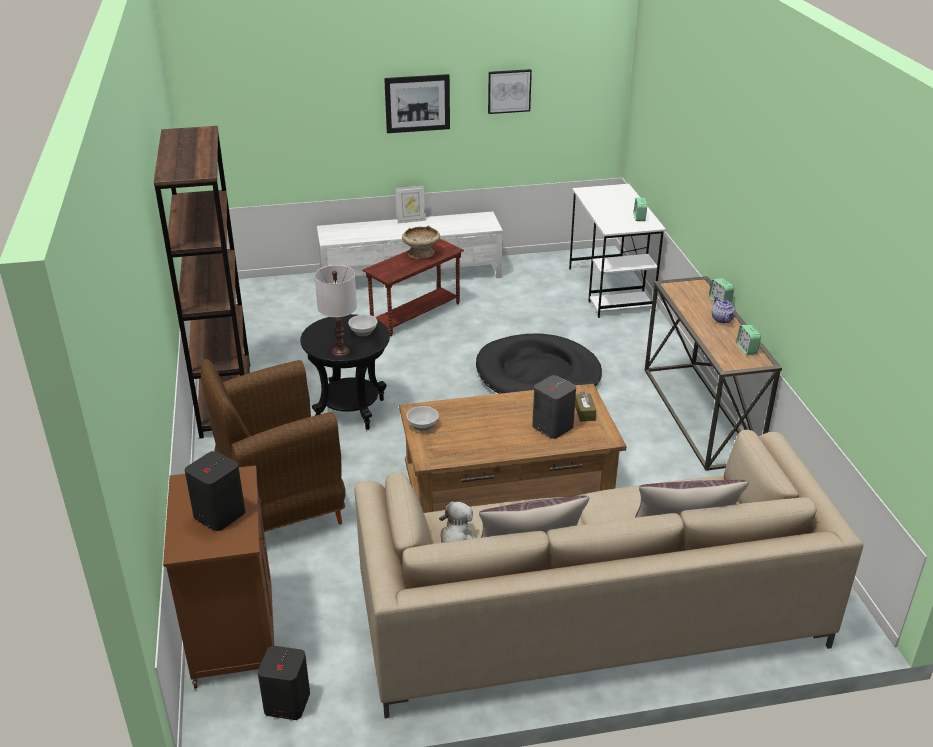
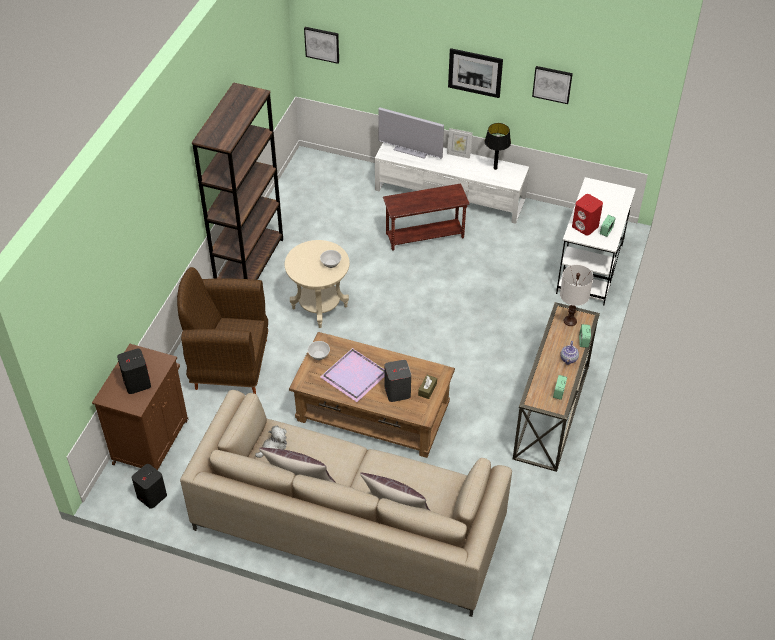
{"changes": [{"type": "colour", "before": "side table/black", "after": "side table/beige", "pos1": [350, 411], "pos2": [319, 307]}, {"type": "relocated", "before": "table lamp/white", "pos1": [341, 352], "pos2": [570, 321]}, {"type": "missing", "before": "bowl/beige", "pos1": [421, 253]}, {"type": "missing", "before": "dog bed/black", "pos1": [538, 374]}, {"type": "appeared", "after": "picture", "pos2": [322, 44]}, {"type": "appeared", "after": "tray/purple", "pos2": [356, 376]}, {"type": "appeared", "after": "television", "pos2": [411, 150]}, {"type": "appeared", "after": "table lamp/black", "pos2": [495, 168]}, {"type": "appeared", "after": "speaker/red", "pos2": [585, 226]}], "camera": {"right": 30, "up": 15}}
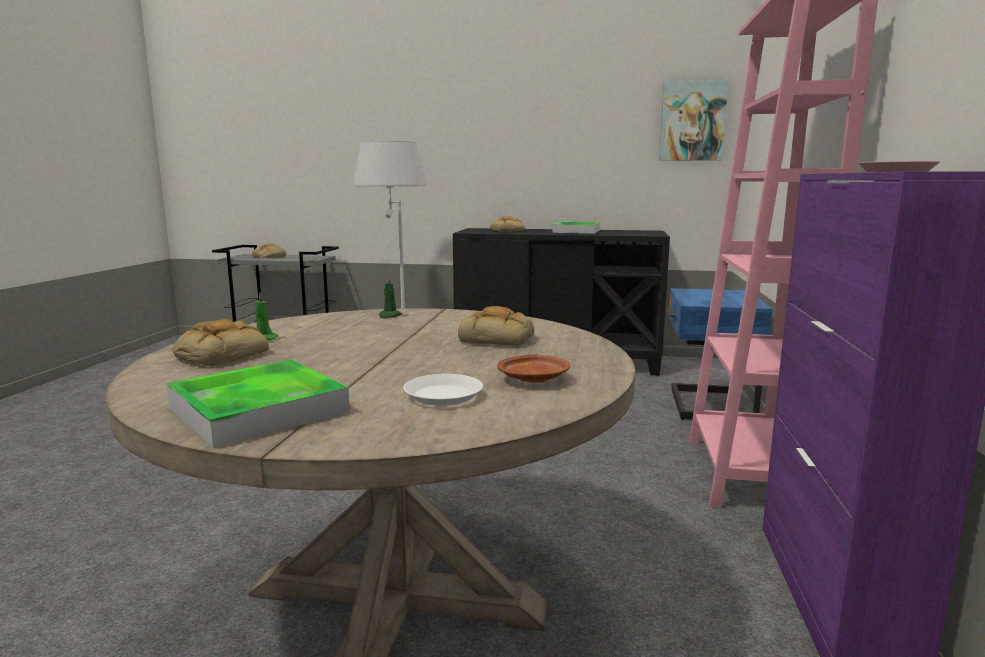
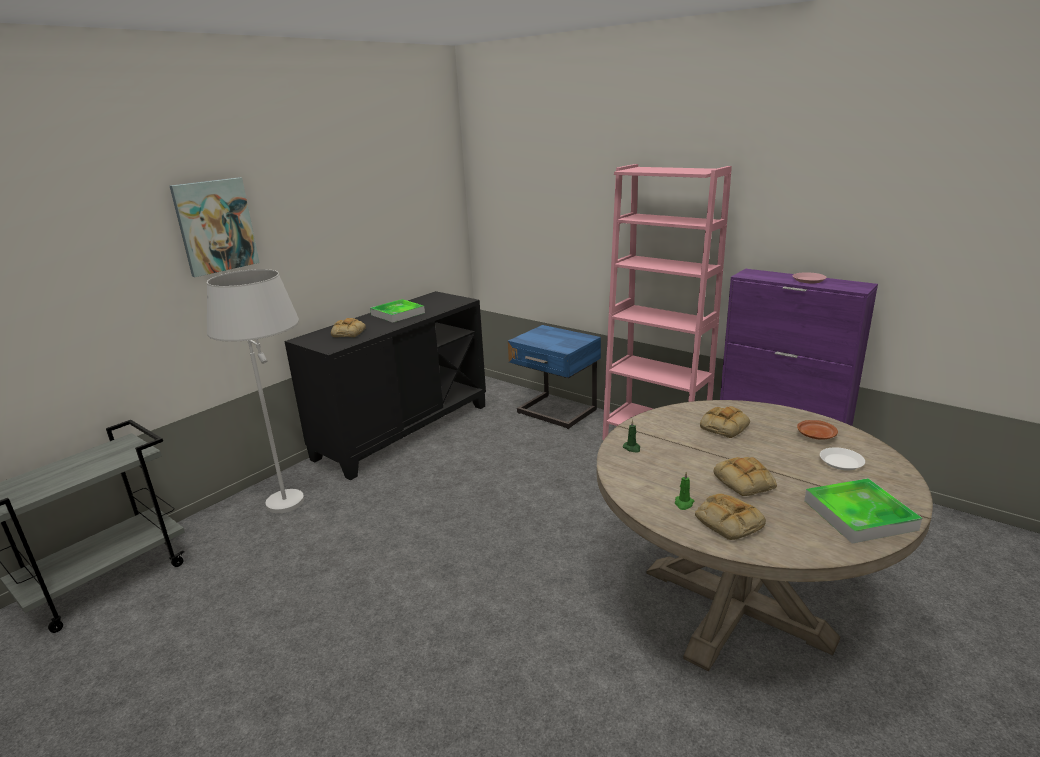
{"changes": [{"type": "relocated", "before": "bread", "pos1": [269, 257], "pos2": [745, 482]}, {"type": "relocated", "before": "picture", "pos1": [692, 121], "pos2": [215, 226]}], "camera": {"right": -60, "up": 10}}
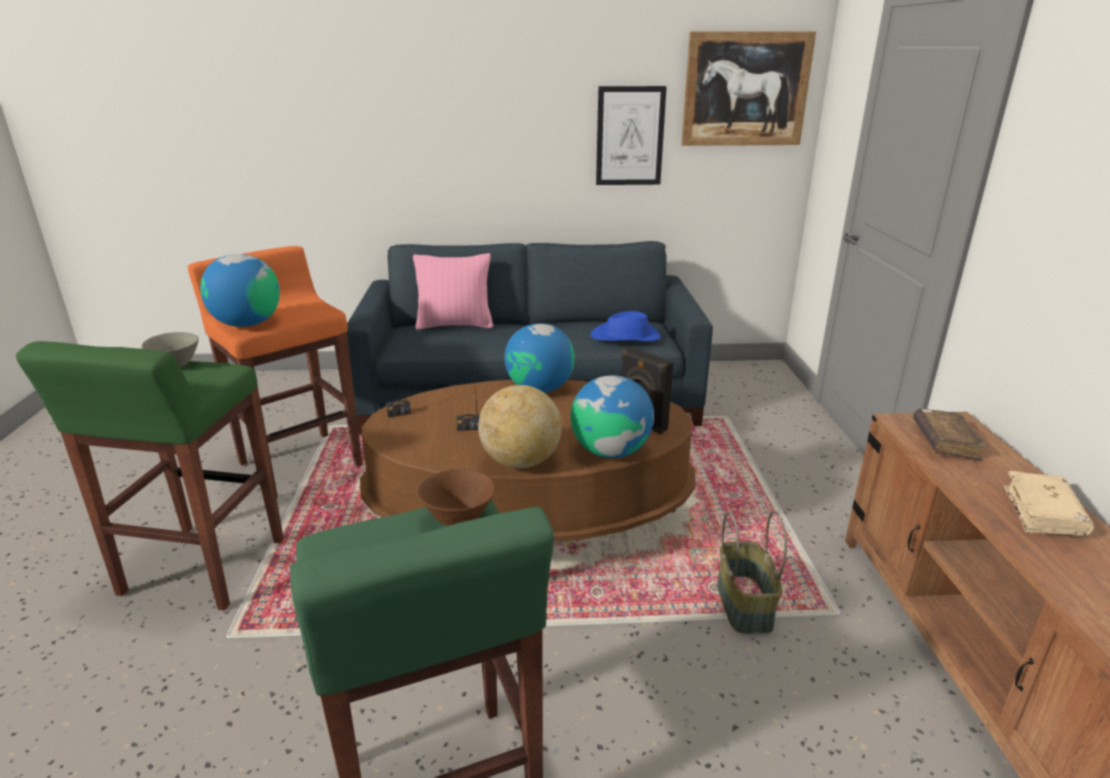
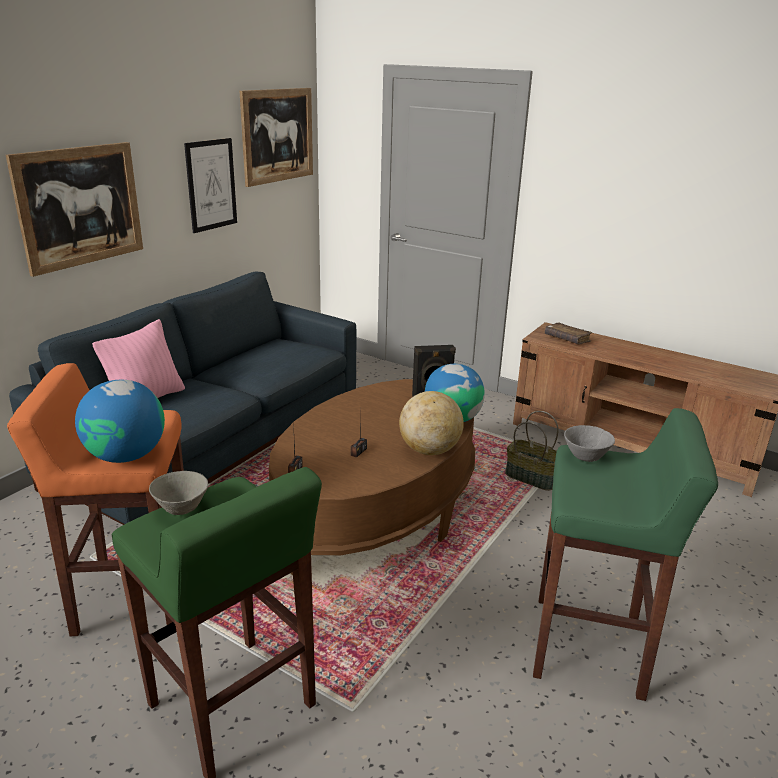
{"changes": [{"type": "colour", "before": "bowl/brown", "after": "bowl/grey", "pos1": [458, 520], "pos2": [585, 458]}, {"type": "missing", "before": "globe", "pos1": [540, 388]}, {"type": "missing", "before": "hat/blue", "pos1": [626, 337]}, {"type": "missing", "before": "book/beige", "pos1": [1043, 513]}, {"type": "appeared", "after": "picture", "pos2": [80, 206]}], "camera": {"right": -55, "up": 0}}
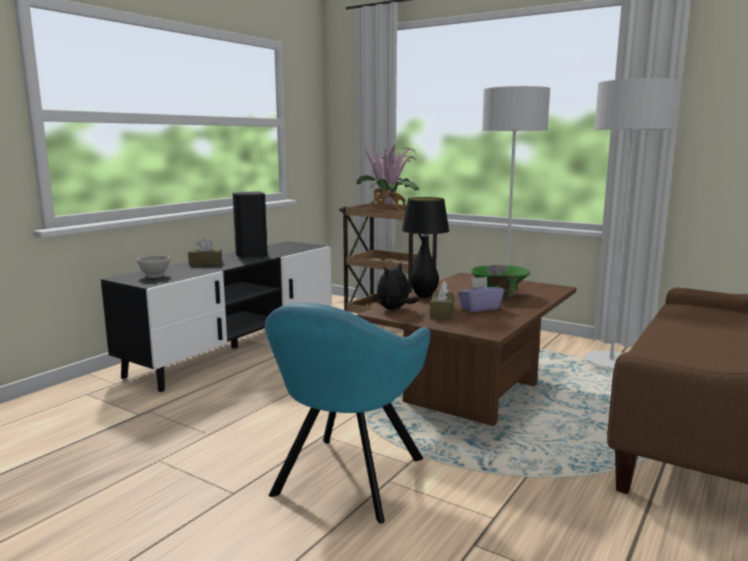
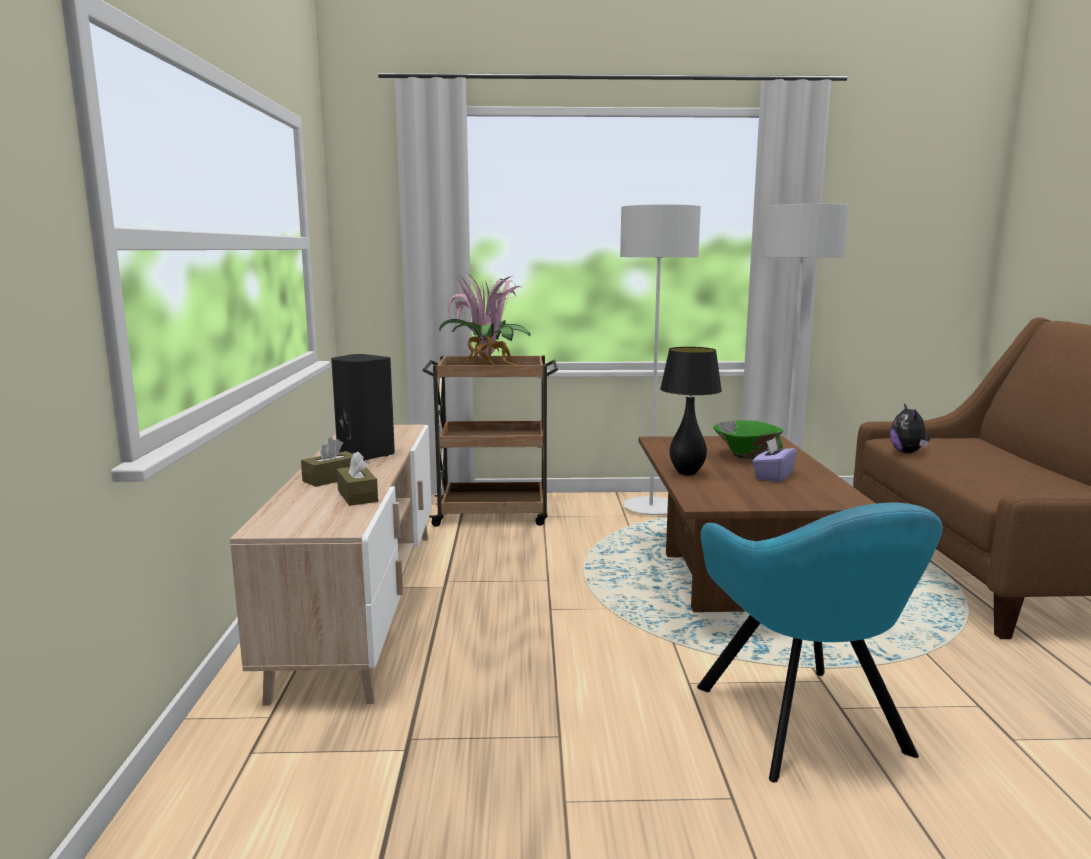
{"changes": [{"type": "colour", "before": "tv stand/black", "after": "tv stand/beige", "pos1": [236, 348], "pos2": [363, 603]}, {"type": "missing", "before": "bowl/white", "pos1": [154, 276]}, {"type": "relocated", "before": "plush toy", "pos1": [394, 309], "pos2": [908, 453]}, {"type": "relocated", "before": "tissue box/brown", "pos1": [441, 313], "pos2": [357, 496]}], "camera": {"right": -35, "up": 0}}
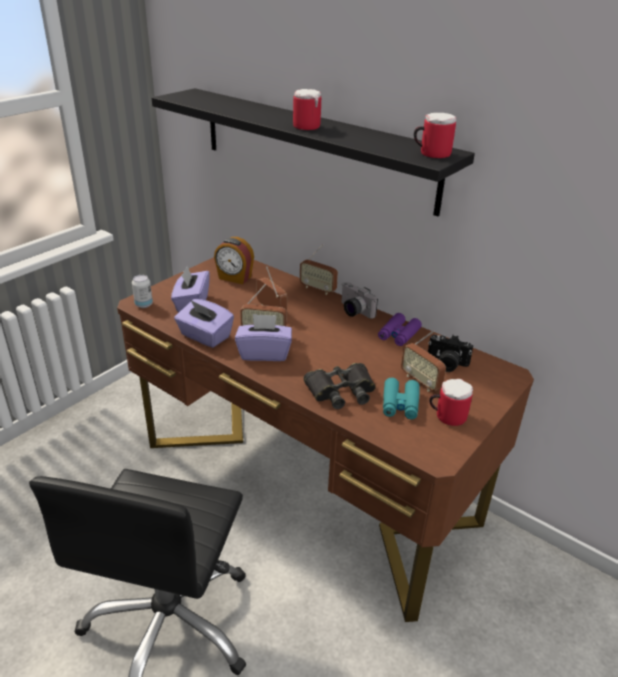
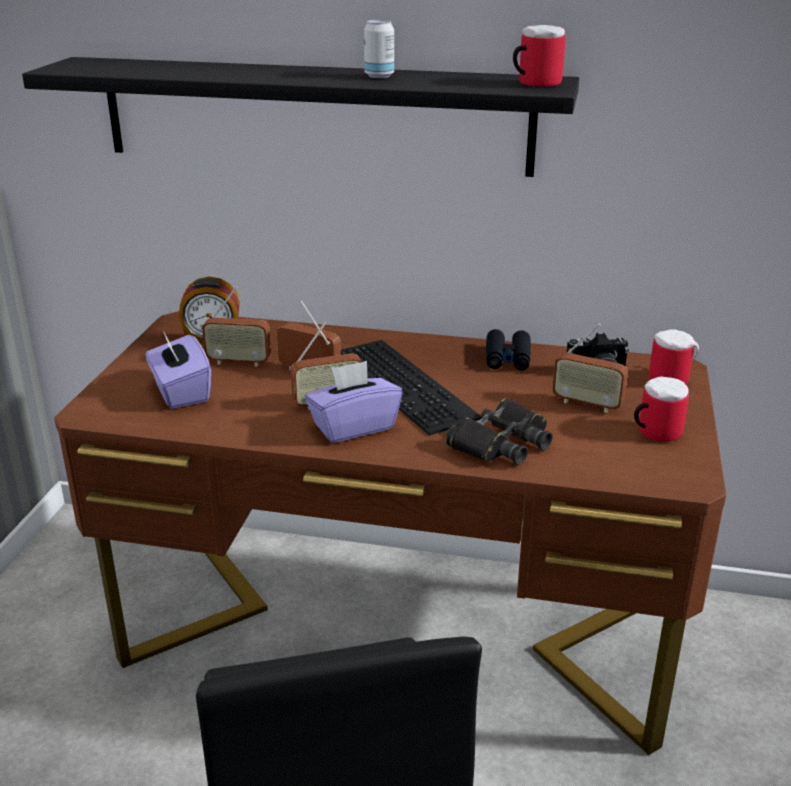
{"changes": [{"type": "relocated", "before": "can", "pos1": [144, 305], "pos2": [379, 76]}, {"type": "missing", "before": "tissue box/purple", "pos1": [205, 336]}, {"type": "relocated", "before": "mug", "pos1": [310, 126], "pos2": [669, 377]}, {"type": "relocated", "before": "radio", "pos1": [318, 289], "pos2": [239, 362]}, {"type": "missing", "before": "photo camera", "pos1": [353, 311]}, {"type": "colour", "before": "binoculars/purple", "after": "binoculars/black", "pos1": [398, 334], "pos2": [507, 358]}, {"type": "missing", "before": "binoculars/turquoise", "pos1": [400, 404]}, {"type": "appeared", "after": "keyboard", "pos2": [407, 384]}], "camera": {"right": -25, "up": -5}}
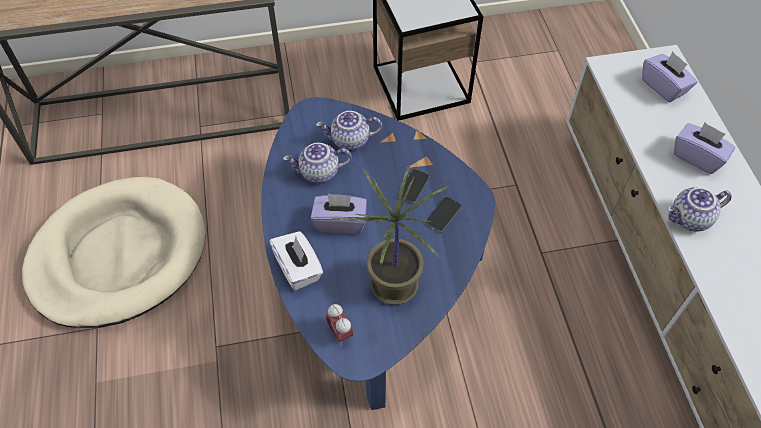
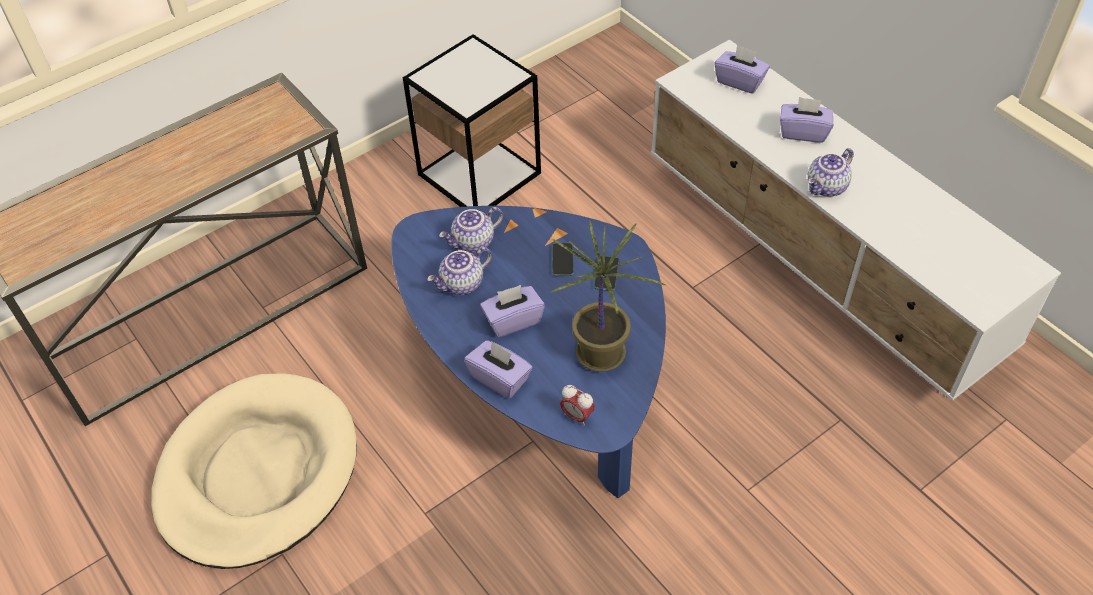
{"changes": [{"type": "colour", "before": "tissue box/white", "after": "tissue box/purple", "pos1": [298, 269], "pos2": [500, 378]}], "camera": {"right": -25, "up": -5}}
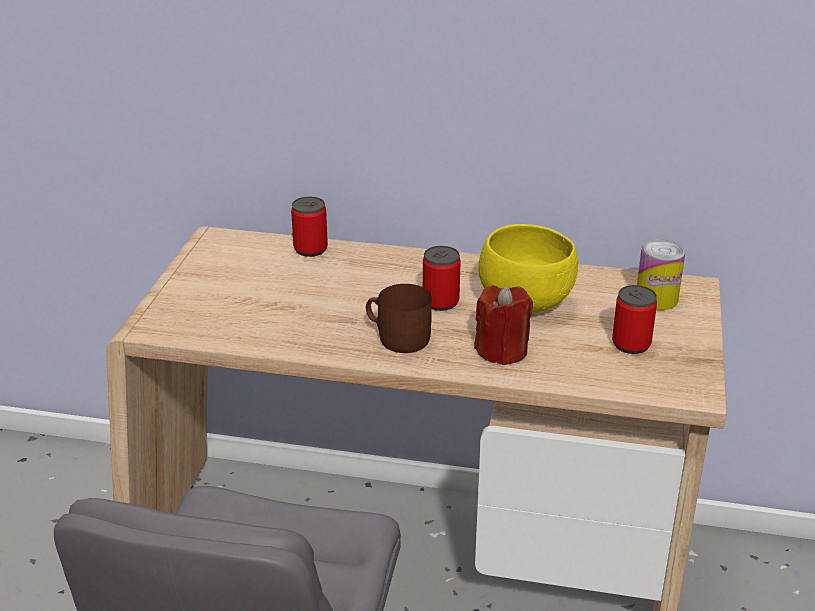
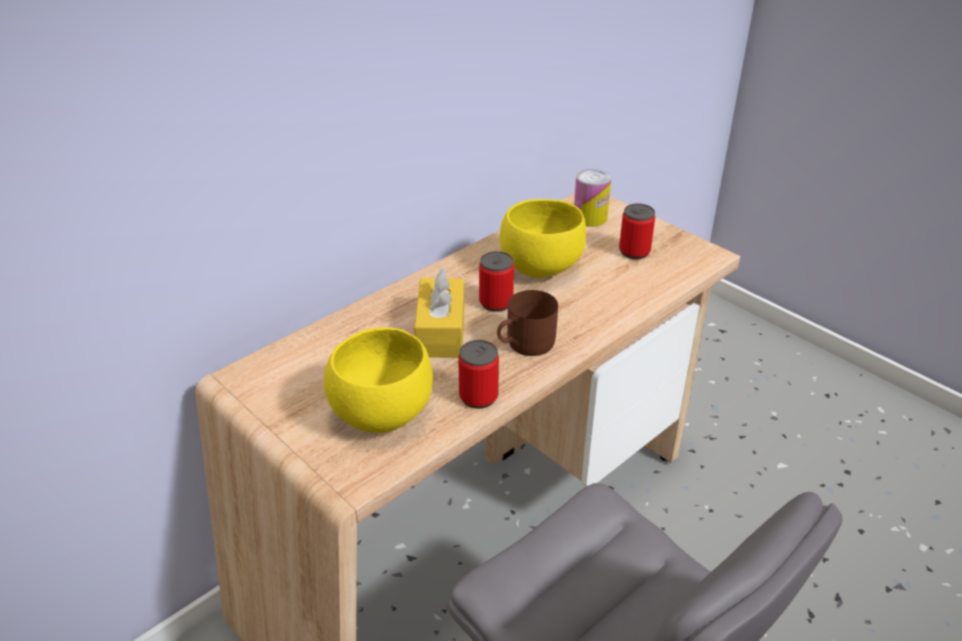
{"changes": [{"type": "relocated", "before": "can", "pos1": [310, 249], "pos2": [478, 397]}, {"type": "missing", "before": "candle/red", "pos1": [502, 350]}, {"type": "appeared", "after": "bowl/yellow", "pos2": [379, 414]}, {"type": "appeared", "after": "tissue box/yellow", "pos2": [441, 331]}], "camera": {"right": -55, "up": 5}}
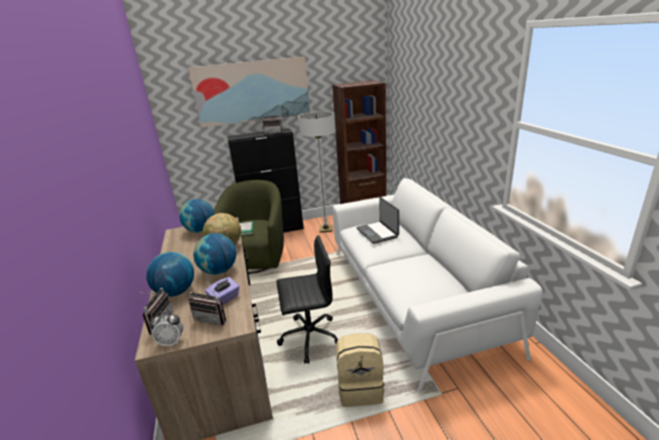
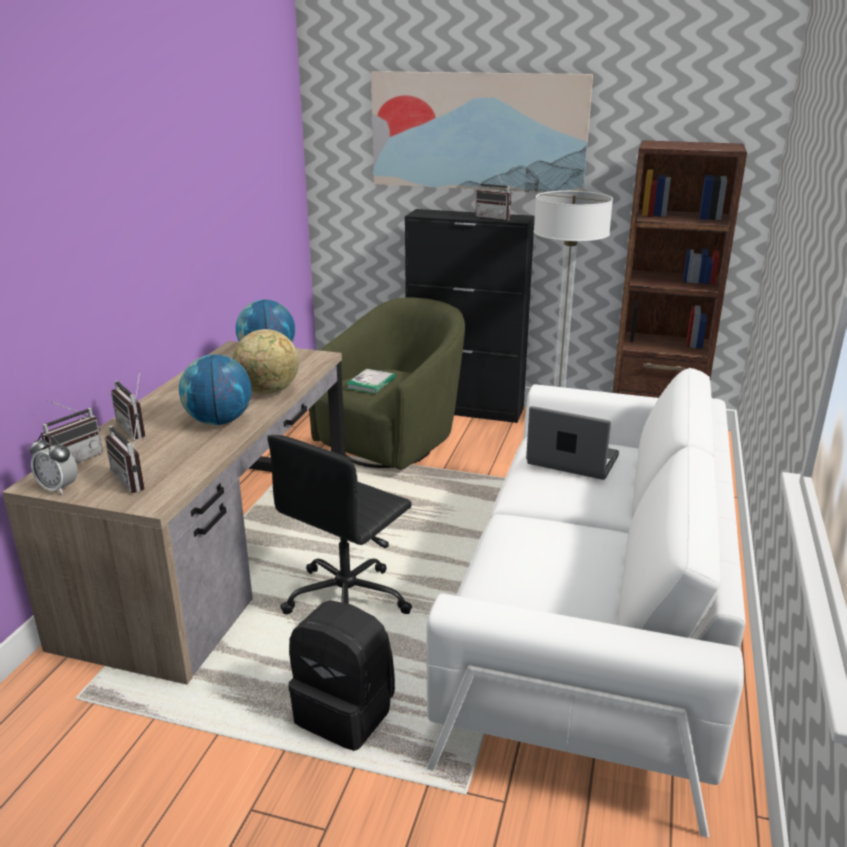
{"changes": [{"type": "exchanged", "before": "globe", "after": "radio", "pos1": [176, 292], "pos2": [137, 429]}, {"type": "missing", "before": "tissue box/purple", "pos1": [225, 299]}, {"type": "spun", "before": "office chair/black", "pos1": [309, 337], "pos2": [348, 599], "turn": 105}, {"type": "colour", "before": "backpack/beige", "after": "backpack/black", "pos1": [360, 388], "pos2": [346, 712]}, {"type": "spun", "before": "laptop", "pos1": [378, 233], "pos2": [572, 461], "turn": 105}], "camera": {"right": 30, "up": 0}}
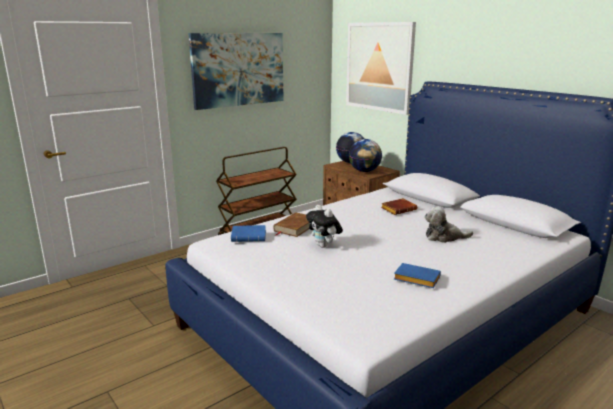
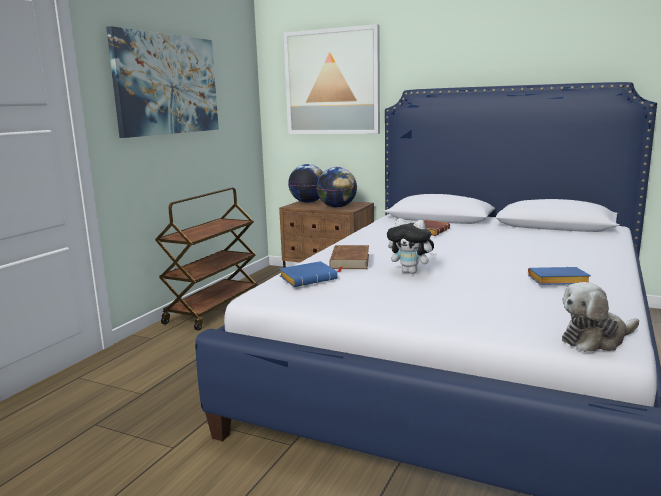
{"changes": [{"type": "relocated", "before": "plush toy", "pos1": [444, 237], "pos2": [596, 339]}], "camera": {"right": -25, "up": -5}}
